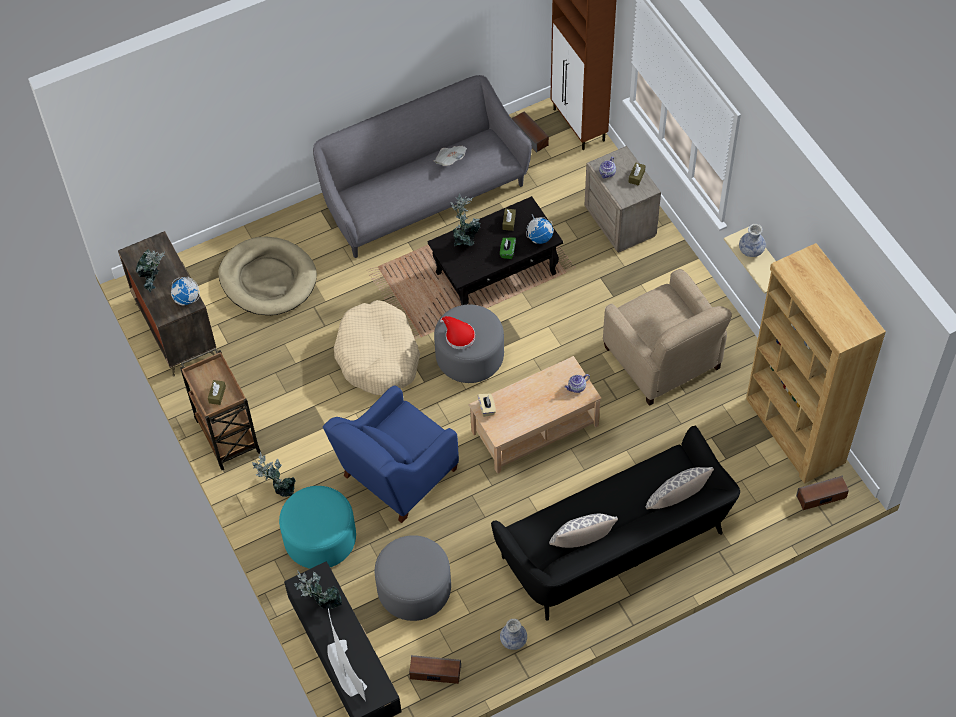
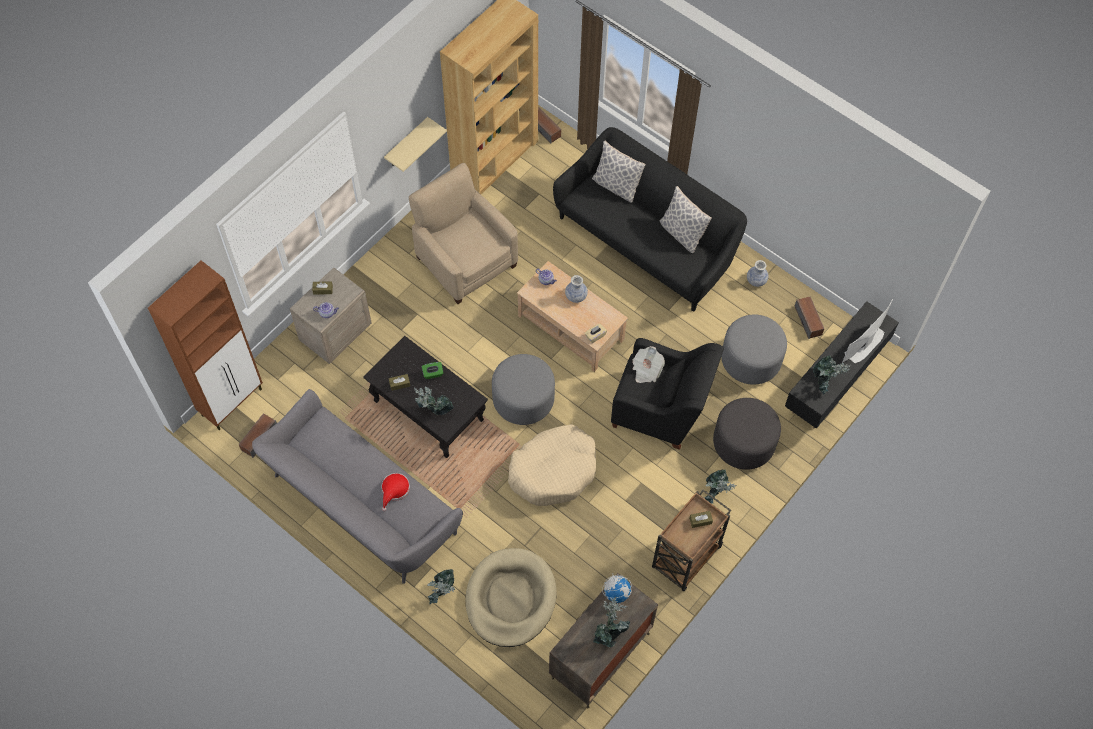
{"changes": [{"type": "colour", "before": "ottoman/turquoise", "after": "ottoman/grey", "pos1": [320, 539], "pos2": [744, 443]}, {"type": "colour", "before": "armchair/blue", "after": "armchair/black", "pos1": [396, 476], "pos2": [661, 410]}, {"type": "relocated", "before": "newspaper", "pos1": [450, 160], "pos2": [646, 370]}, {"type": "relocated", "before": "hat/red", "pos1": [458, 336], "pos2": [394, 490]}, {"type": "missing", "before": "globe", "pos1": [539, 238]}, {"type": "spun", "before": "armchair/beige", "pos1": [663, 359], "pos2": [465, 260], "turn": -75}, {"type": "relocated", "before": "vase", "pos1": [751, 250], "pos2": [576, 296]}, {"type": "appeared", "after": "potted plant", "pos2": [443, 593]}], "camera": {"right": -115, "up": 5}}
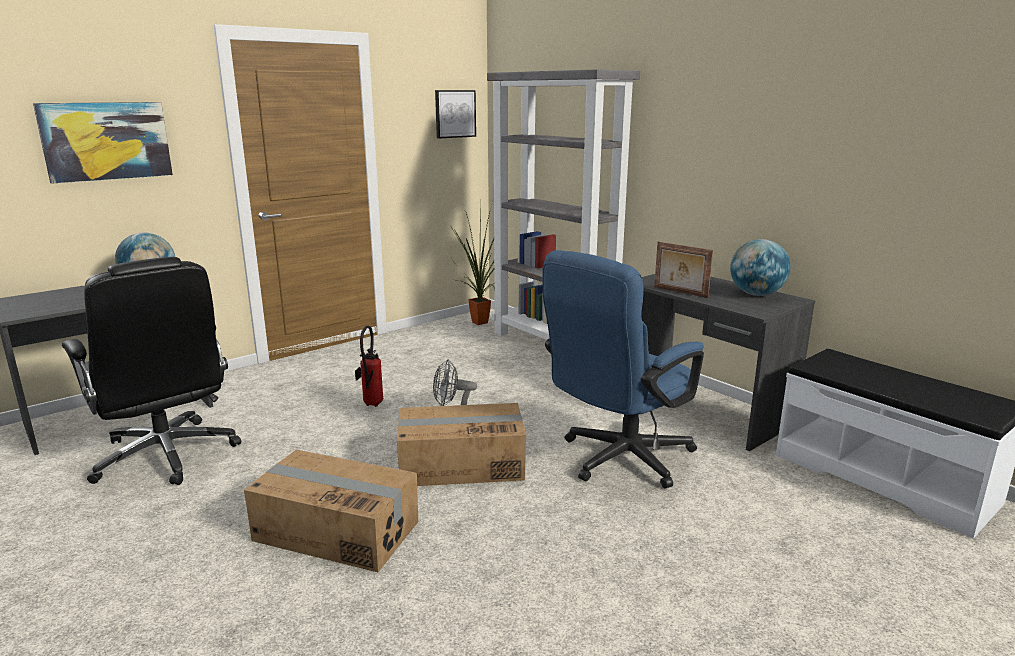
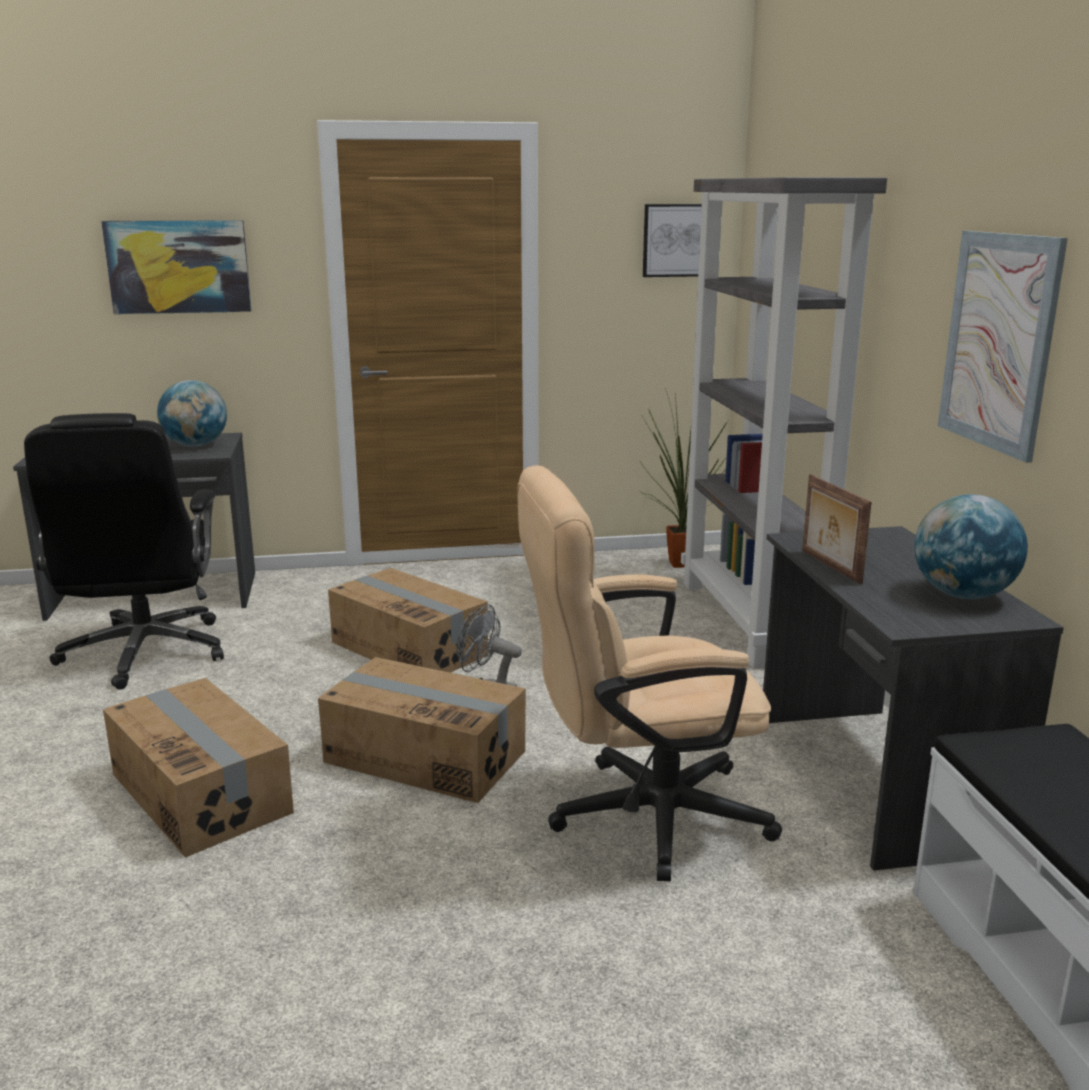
{"changes": [{"type": "exchanged", "before": "fire extinguisher", "after": "cardboard box", "pos1": [371, 405], "pos2": [409, 648]}, {"type": "colour", "before": "office chair/blue", "after": "office chair/beige", "pos1": [618, 460], "pos2": [639, 817]}, {"type": "appeared", "after": "picture", "pos2": [998, 341]}], "camera": {"right": 30, "up": 0}}
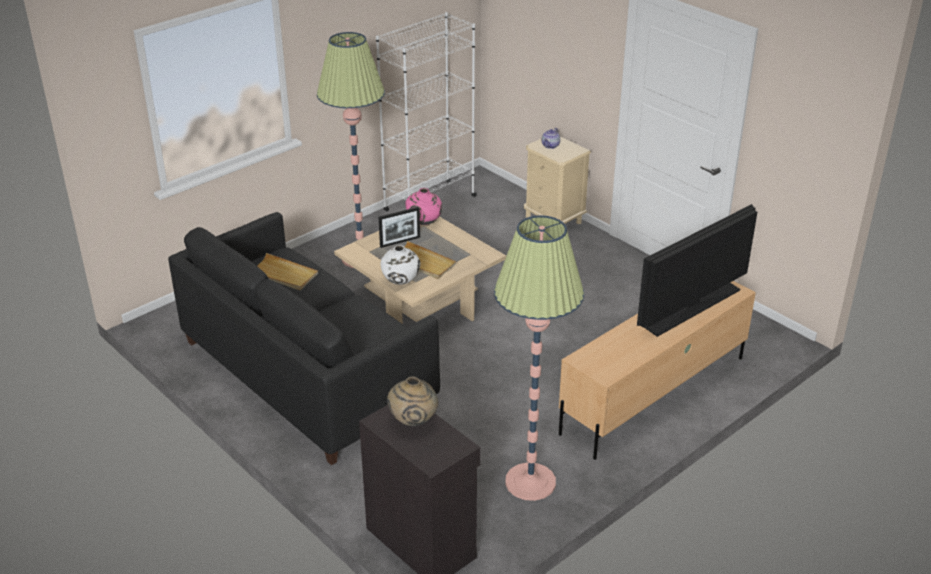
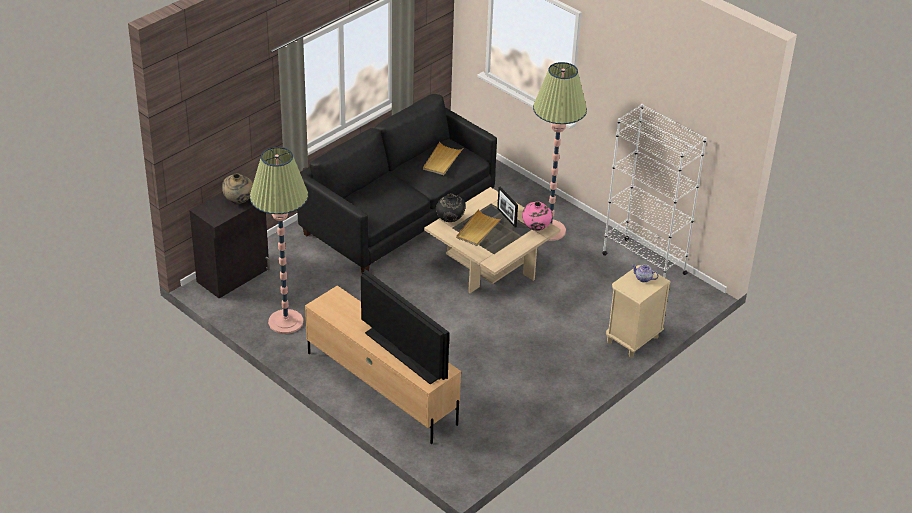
{"changes": [{"type": "colour", "before": "vase/white", "after": "vase/black", "pos1": [401, 283], "pos2": [449, 221]}], "camera": {"right": 85, "up": 5}}
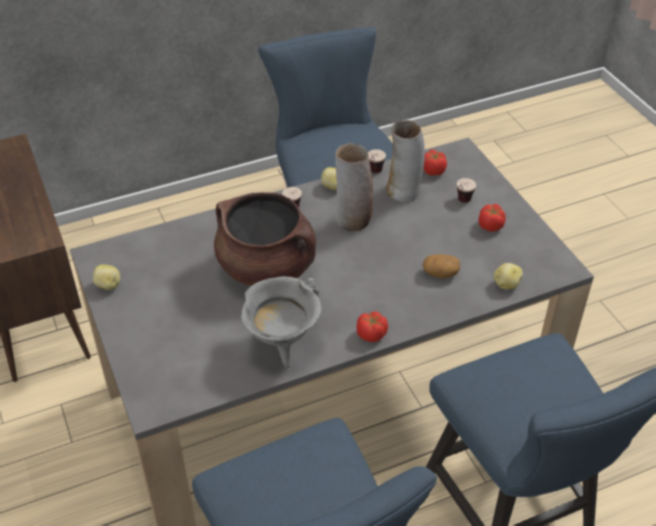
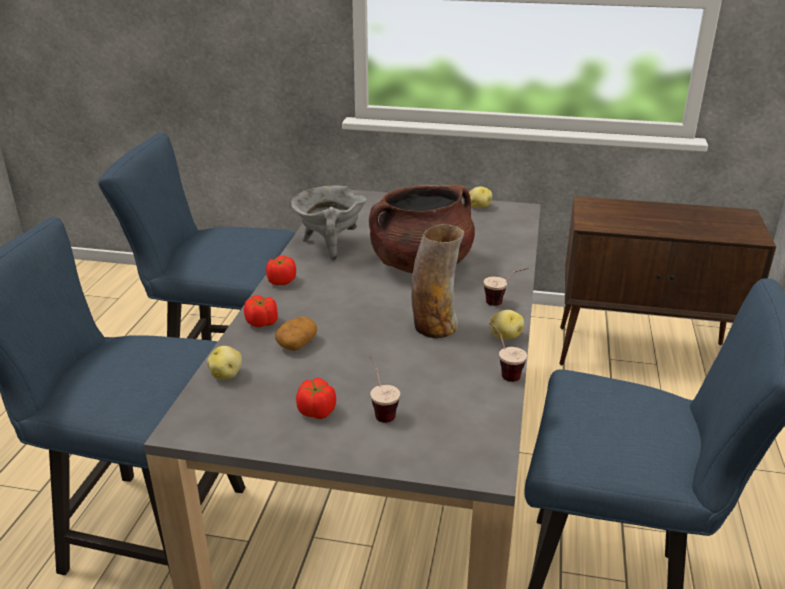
{"changes": [{"type": "missing", "before": "vase", "pos1": [403, 191]}, {"type": "relocated", "before": "tomato", "pos1": [433, 170], "pos2": [262, 323]}], "camera": {"right": 125, "up": -15}}
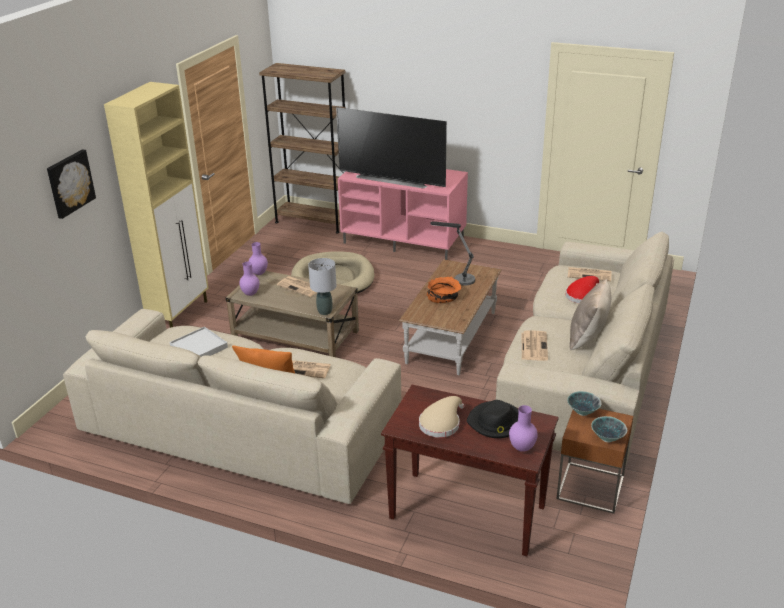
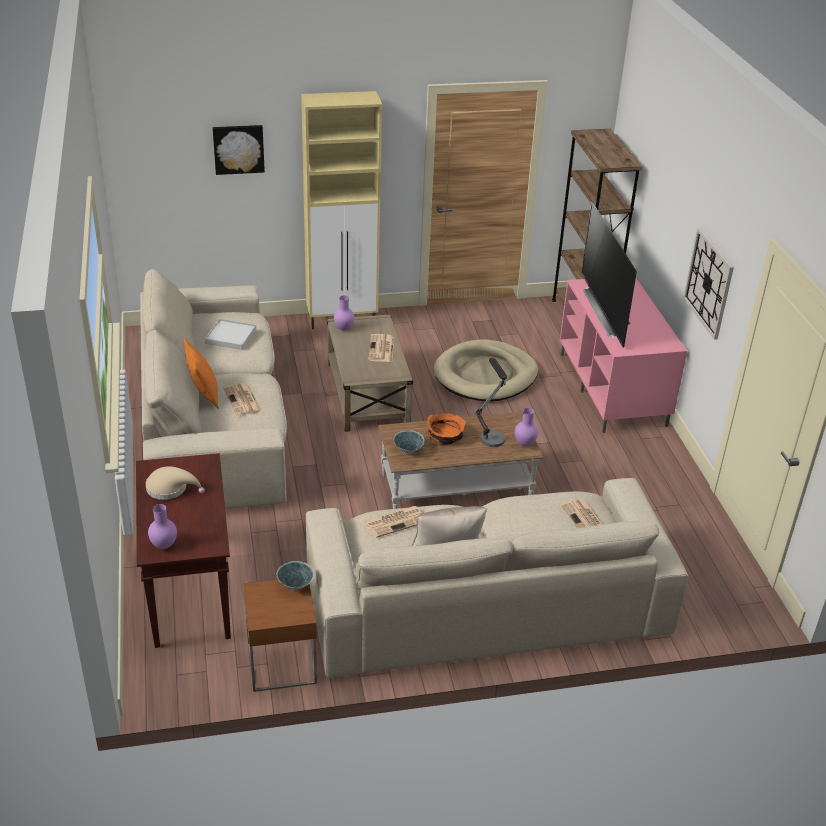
{"changes": [{"type": "relocated", "before": "vase/purple", "pos1": [259, 273], "pos2": [525, 444]}, {"type": "missing", "before": "table lamp/grey", "pos1": [324, 312]}, {"type": "missing", "before": "hat/black", "pos1": [495, 422]}, {"type": "missing", "before": "hat/red", "pos1": [582, 295]}, {"type": "relocated", "before": "bowl", "pos1": [607, 438], "pos2": [408, 450]}, {"type": "appeared", "after": "wall clock", "pos2": [709, 283]}], "camera": {"right": 55, "up": 5}}
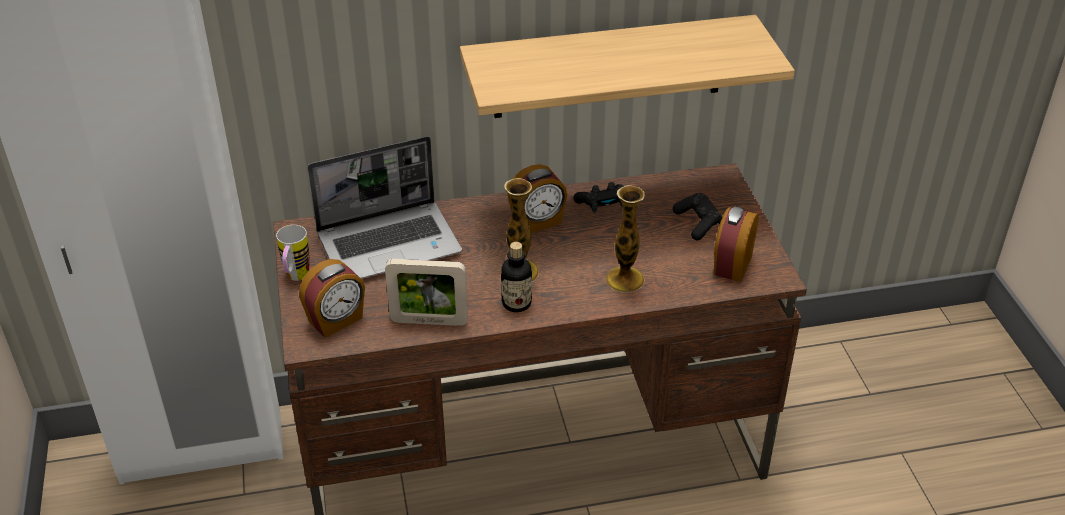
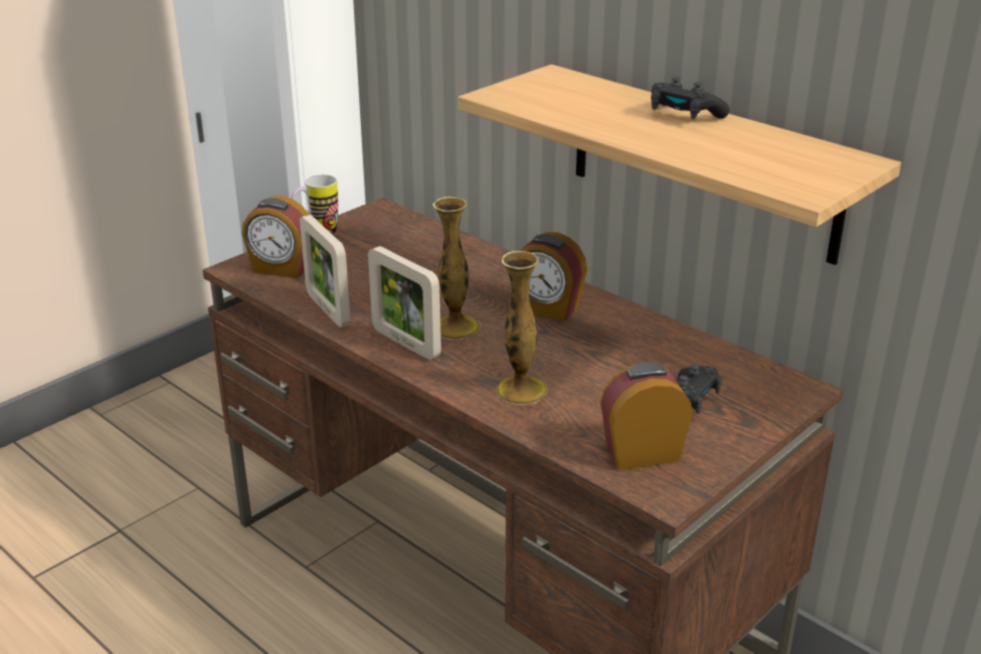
{"changes": [{"type": "missing", "before": "laptop", "pos1": [390, 243]}, {"type": "exchanged", "before": "bottle", "after": "picture frame", "pos1": [516, 303], "pos2": [406, 343]}, {"type": "relocated", "before": "game controller/black", "pos1": [602, 205], "pos2": [684, 116]}], "camera": {"right": 55, "up": -10}}
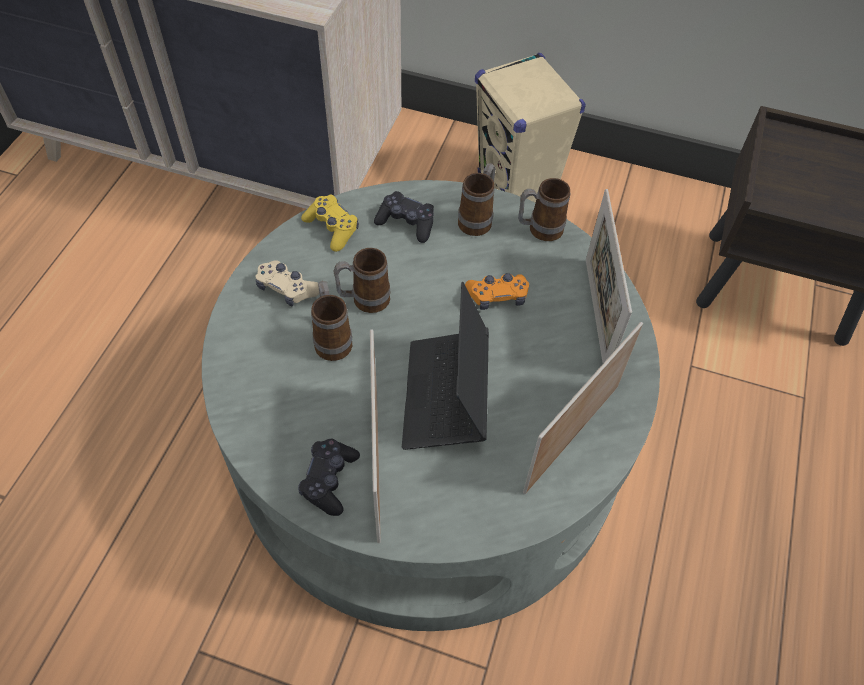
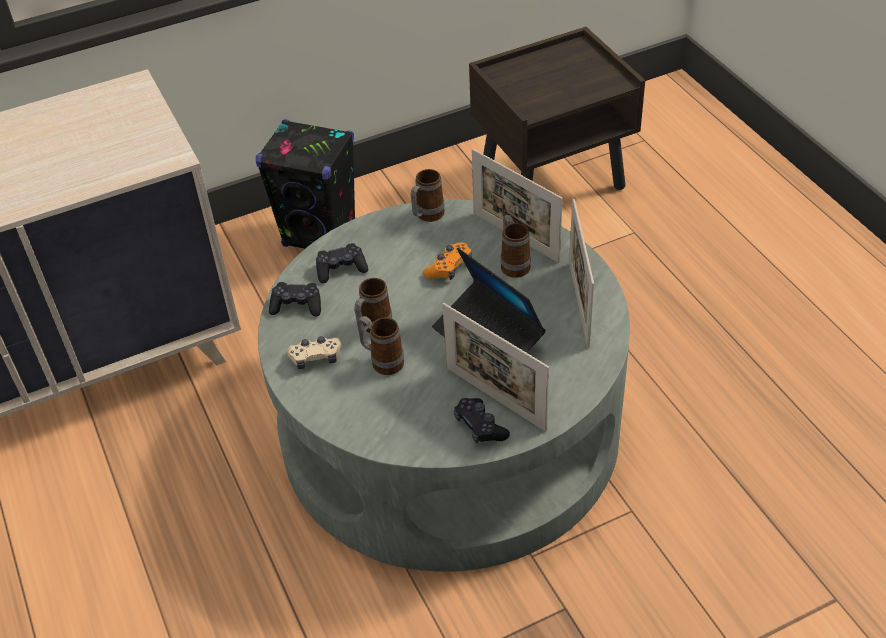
{"changes": [{"type": "colour", "before": "game controller/yellow", "after": "game controller/black", "pos1": [332, 228], "pos2": [297, 306]}, {"type": "relocated", "before": "mug", "pos1": [478, 219], "pos2": [513, 264]}, {"type": "colour", "before": "speaker/beige", "after": "speaker/black", "pos1": [517, 187], "pos2": [320, 236]}], "camera": {"right": -40, "up": -10}}
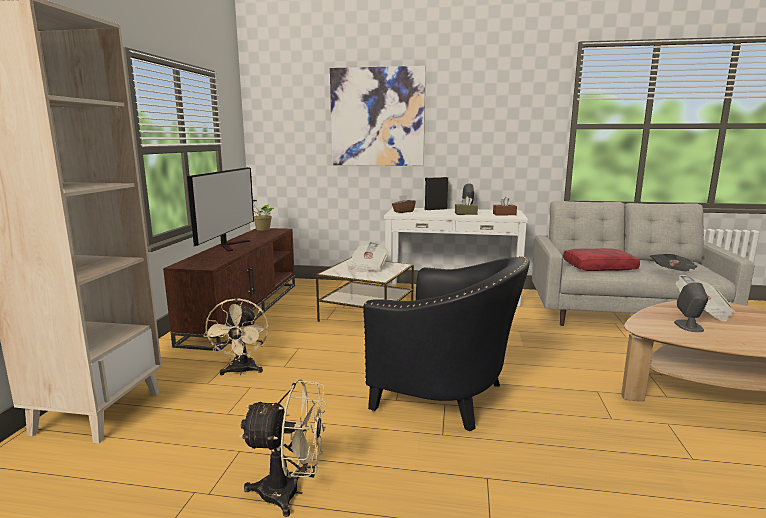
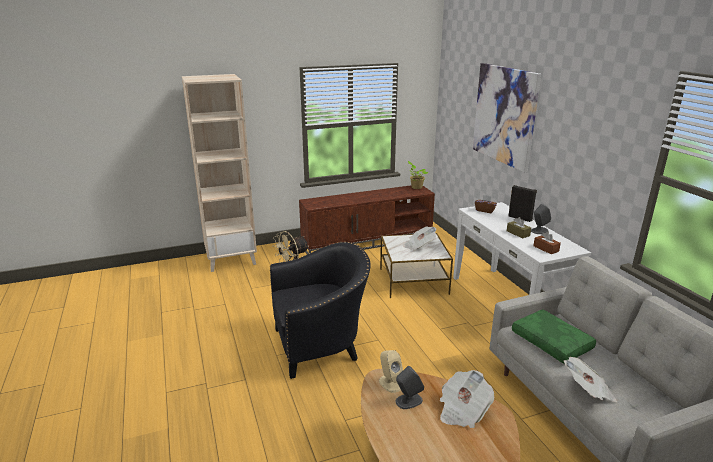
{"changes": [{"type": "missing", "before": "television", "pos1": [231, 245]}, {"type": "missing", "before": "fan/beige", "pos1": [290, 493]}, {"type": "spun", "before": "armchair/black", "pos1": [447, 395], "pos2": [321, 345], "turn": -105}, {"type": "colour", "before": "pillow/red", "after": "pillow/green", "pos1": [599, 267], "pos2": [552, 342]}, {"type": "appeared", "after": "speaker/beige", "pos2": [390, 383]}], "camera": {"right": 60, "up": 10}}
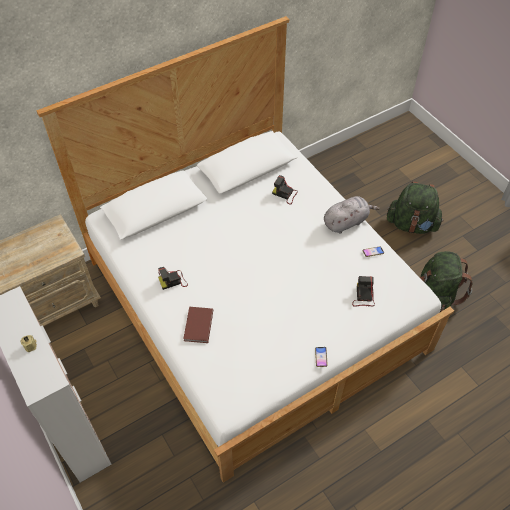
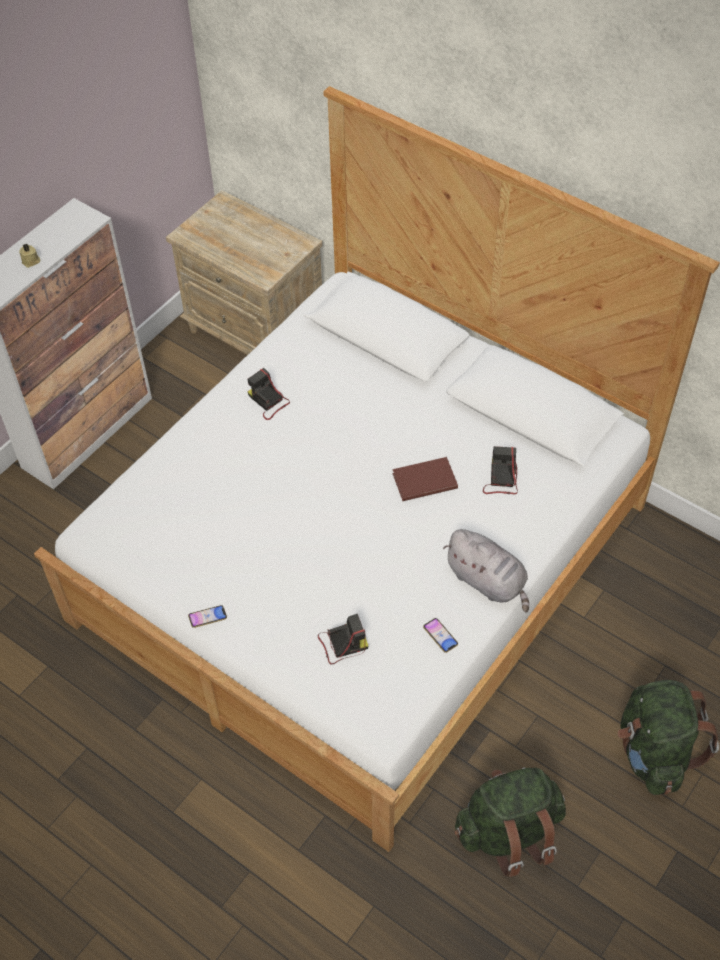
{"changes": [{"type": "relocated", "before": "book/brown", "pos1": [197, 326], "pos2": [423, 480]}], "camera": {"right": 70, "up": 0}}
